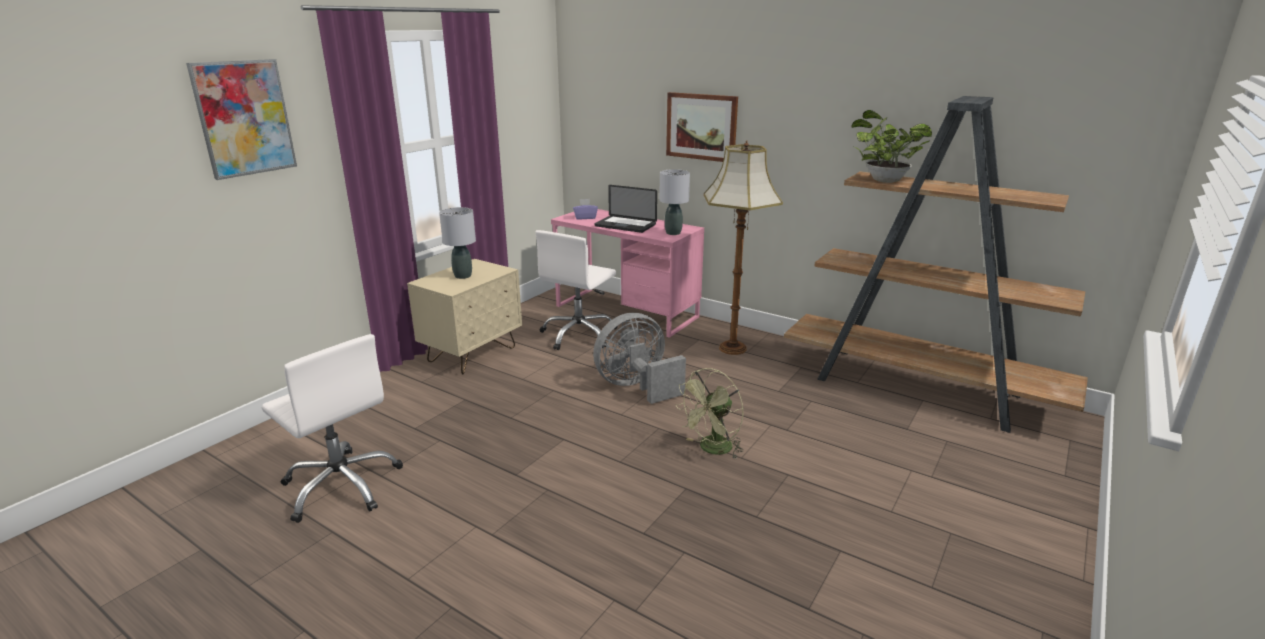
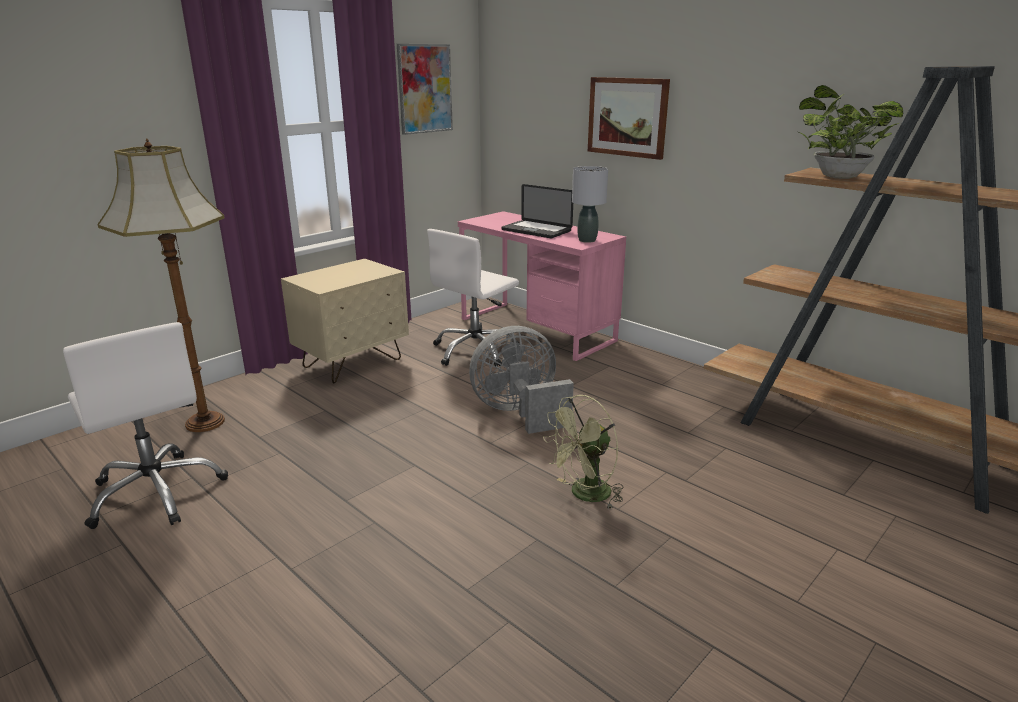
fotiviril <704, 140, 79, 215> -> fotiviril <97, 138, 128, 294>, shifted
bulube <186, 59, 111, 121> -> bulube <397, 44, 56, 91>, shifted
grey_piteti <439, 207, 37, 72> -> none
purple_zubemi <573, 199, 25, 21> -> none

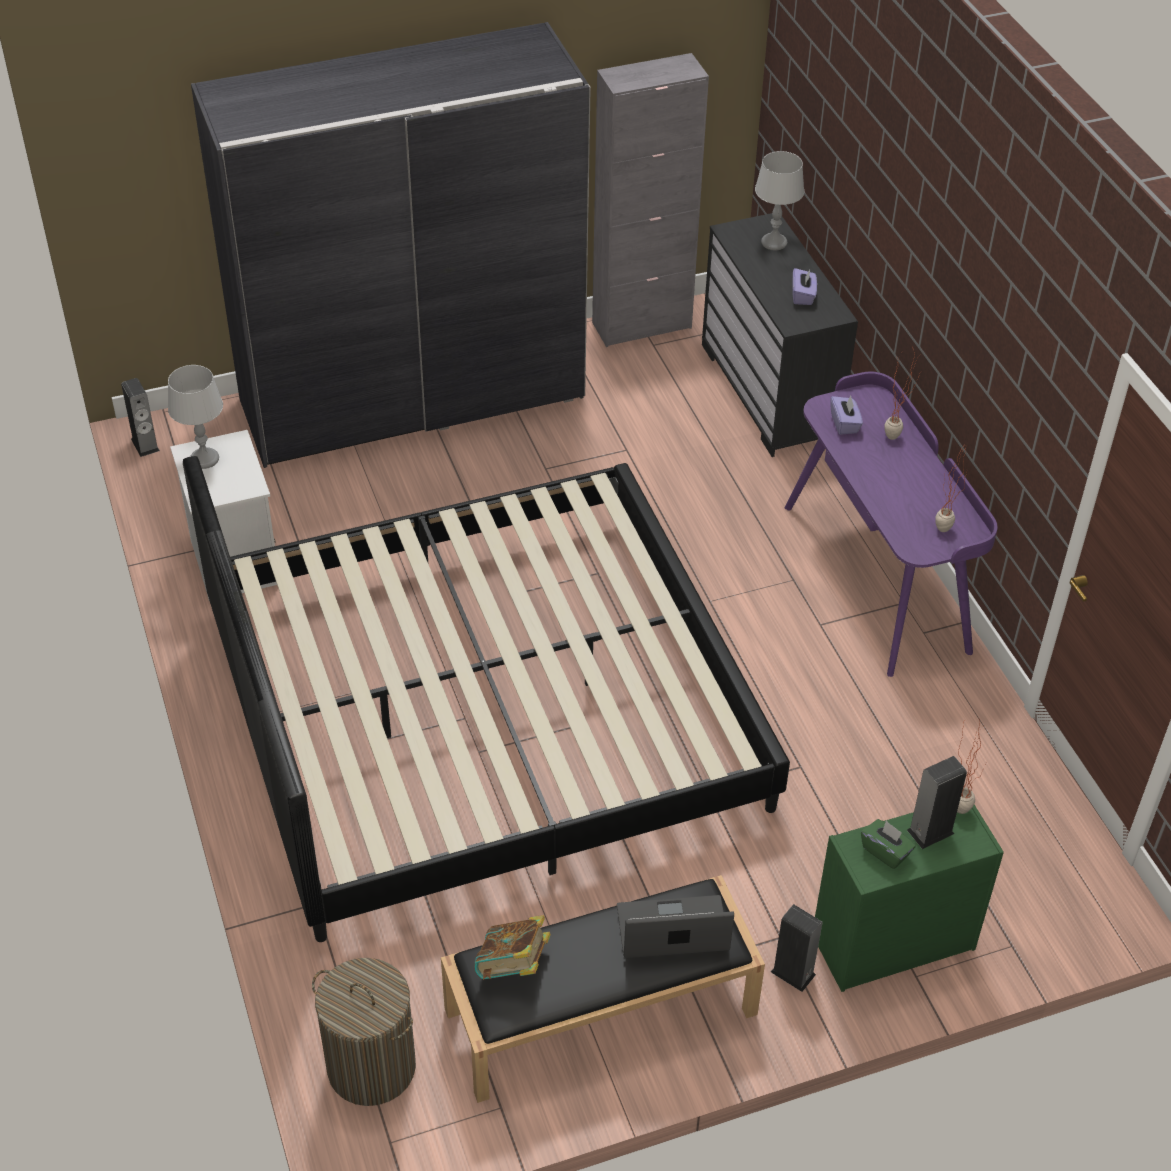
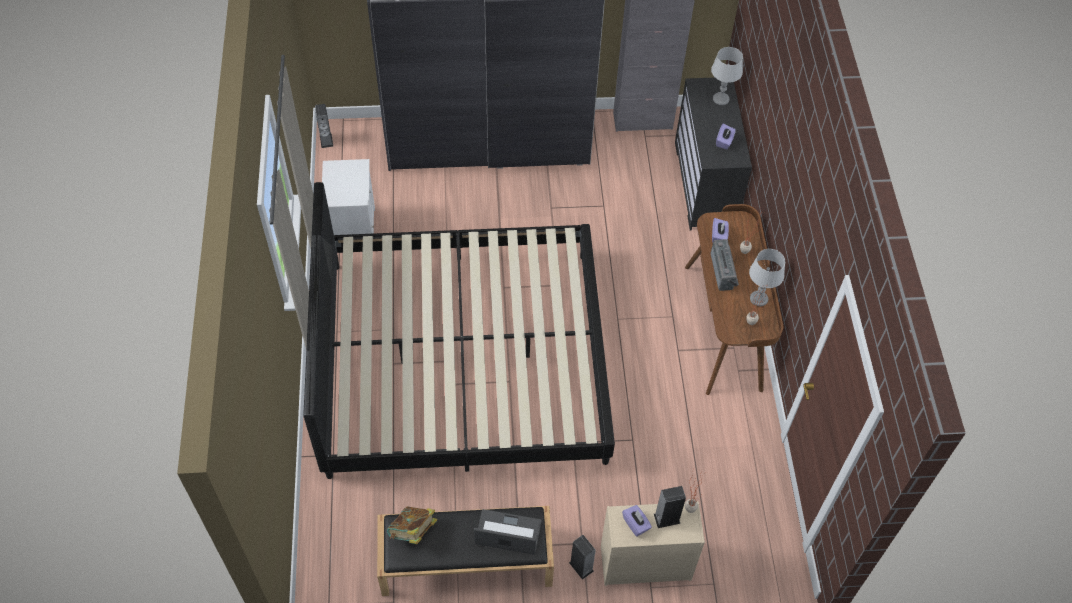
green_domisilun <815, 805, 189, 187> -> beige_domisilun <601, 501, 104, 85>
green_zubemi <861, 819, 55, 50> -> purple_zubemi <622, 505, 30, 32>
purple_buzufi <785, 372, 213, 305> -> brown_buzufi <685, 204, 98, 191>
none -> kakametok <710, 239, 29, 52>
grey_piteti <168, 365, 55, 104> -> grey_piteti <749, 249, 36, 57>, shifted
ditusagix <312, 958, 104, 148> -> none

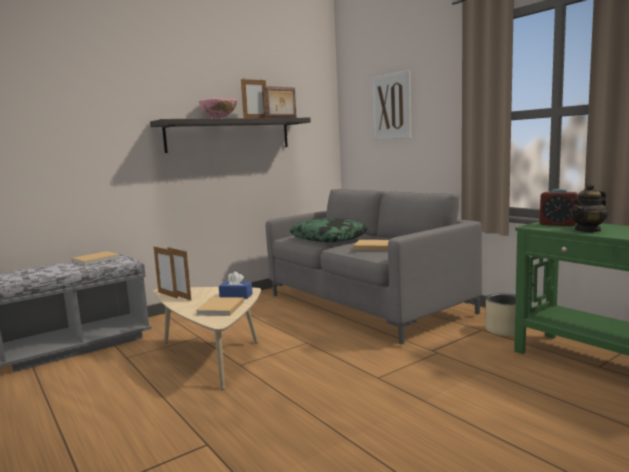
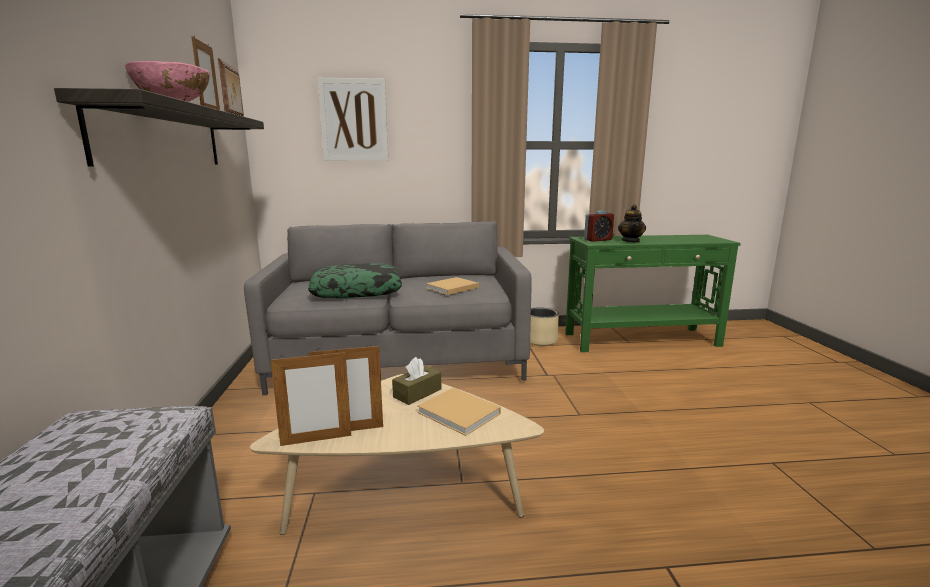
blue_zubemi <219, 271, 34, 28> -> brown_zubemi <392, 357, 49, 48>
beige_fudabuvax <72, 251, 48, 15> -> none

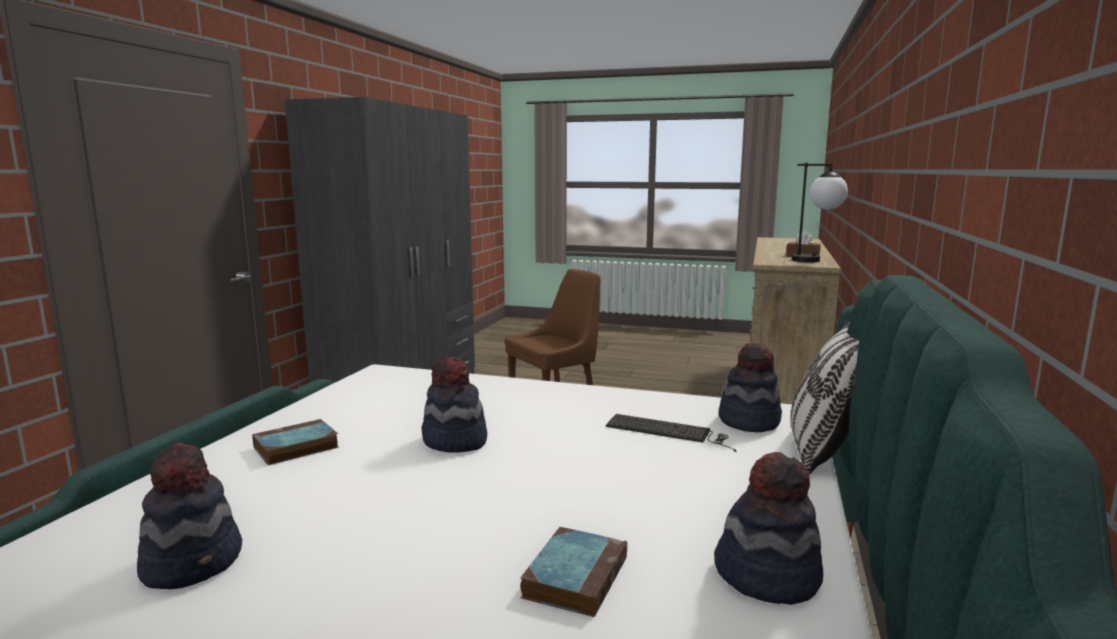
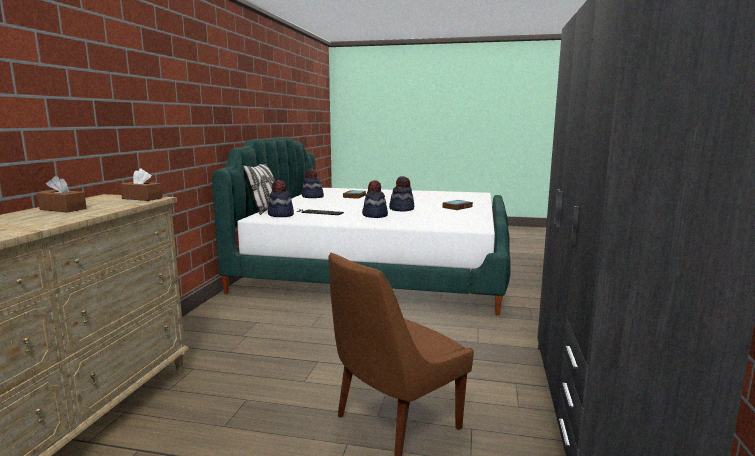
none -> brown_zubemi <120, 168, 42, 33>
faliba <137, 442, 105, 147> -> faliba <362, 180, 26, 38>, shifted
piteti <792, 163, 56, 99> -> none

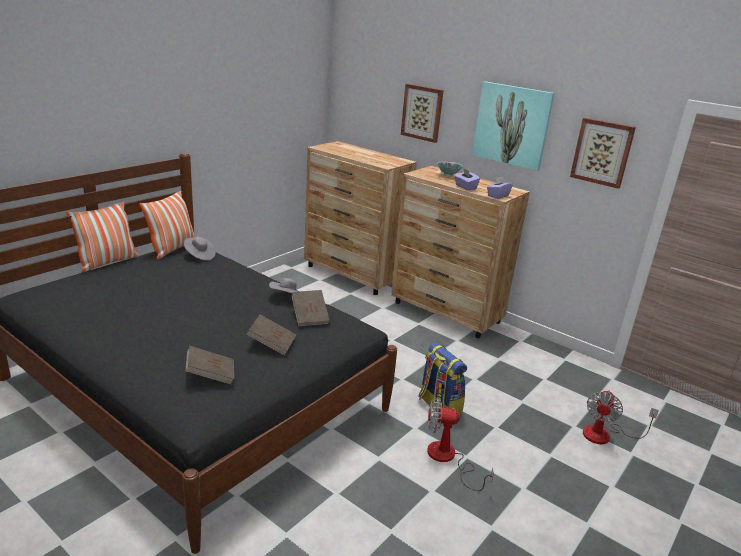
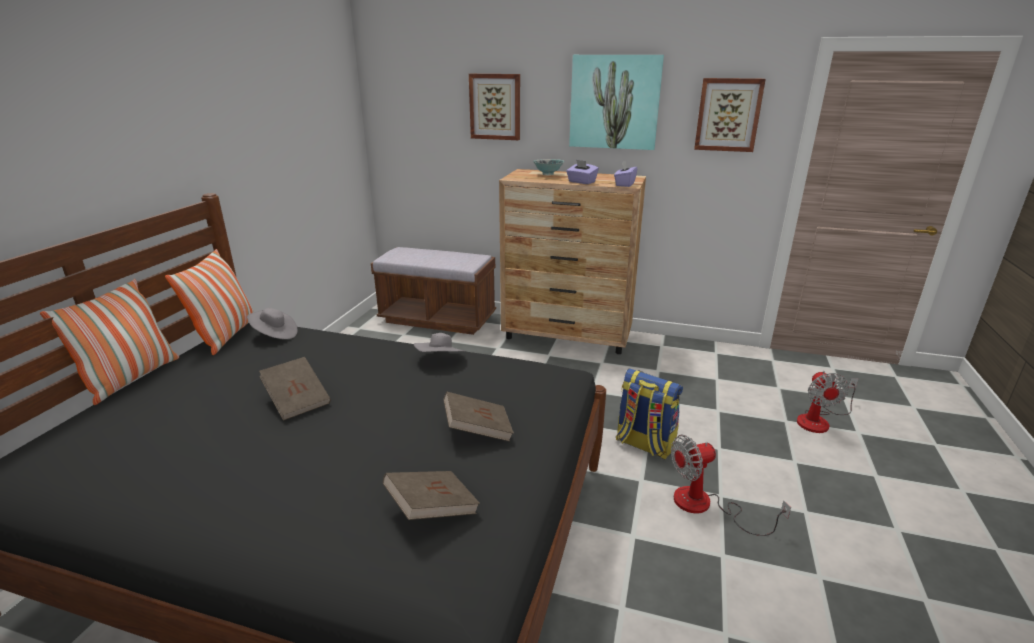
brown_fudabuvax <292, 290, 38, 37> -> brown_fudabuvax <259, 357, 72, 64>, shifted
brown_domisilun <304, 141, 113, 154> -> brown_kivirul <371, 247, 125, 88>

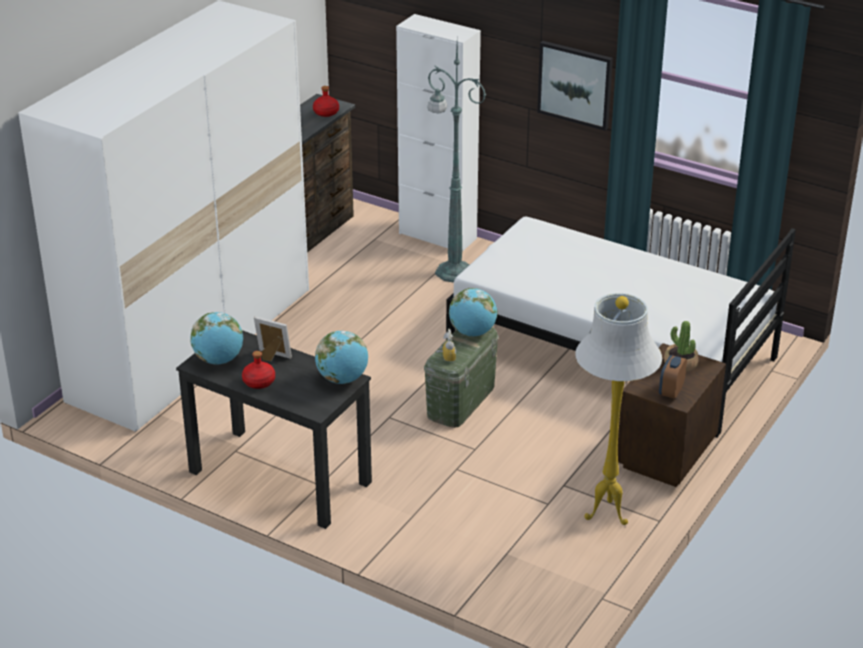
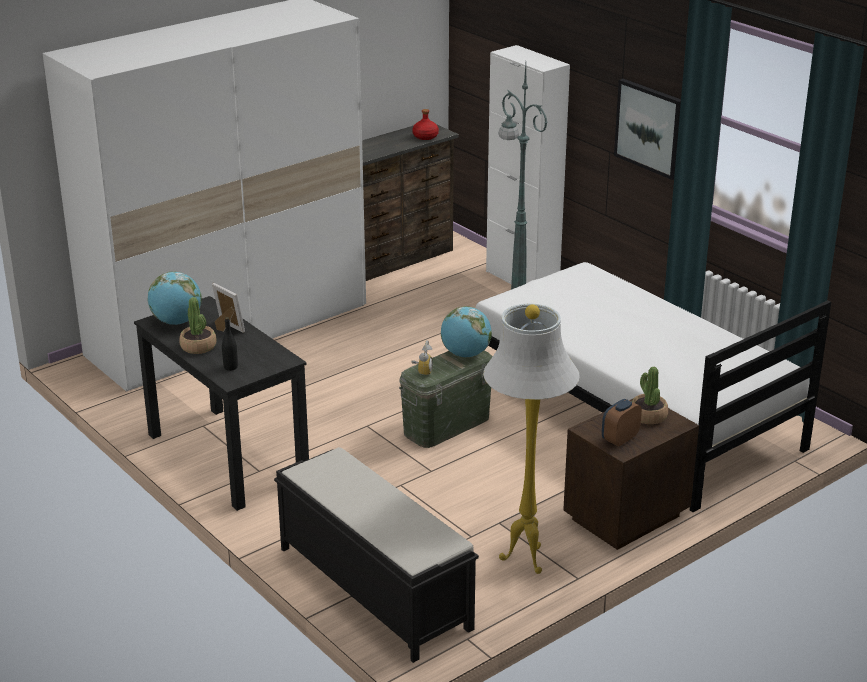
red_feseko <242, 351, 33, 38> -> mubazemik <179, 297, 37, 57>
none -> black_feseko <222, 317, 16, 54>
none -> black_kivirul <274, 447, 205, 216>
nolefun <315, 331, 53, 53> -> none

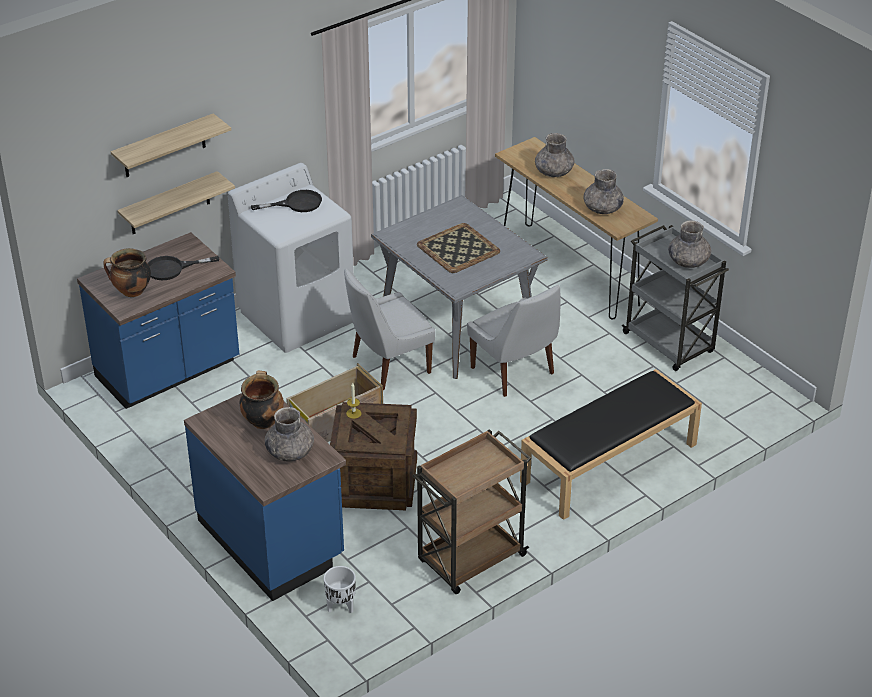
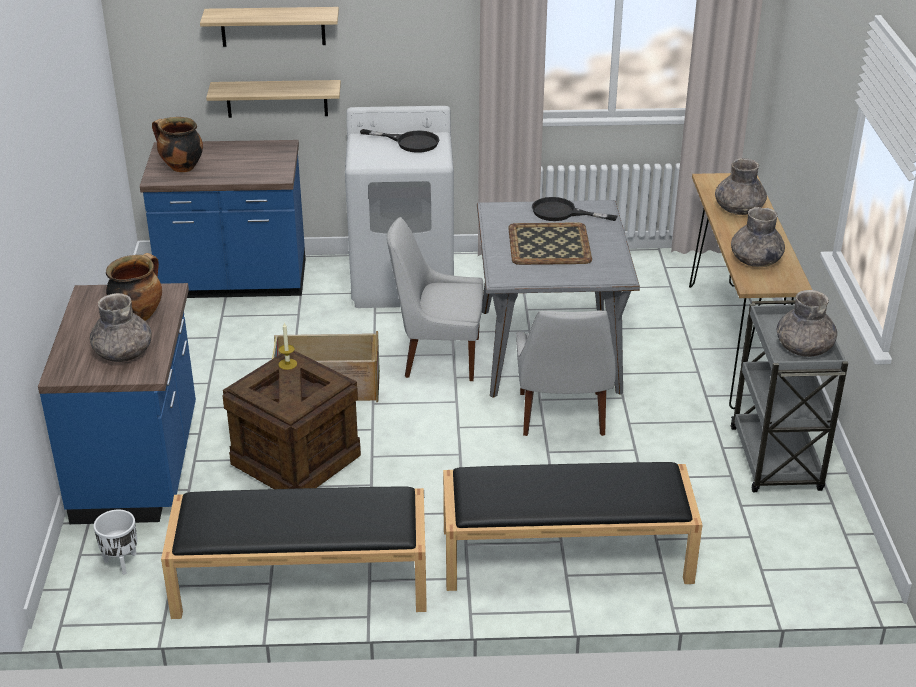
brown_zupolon <412, 429, 119, 165> -> black_kivirul <161, 487, 266, 132>
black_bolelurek <148, 256, 71, 24> -> black_bolelurek <532, 197, 85, 24>, shifted

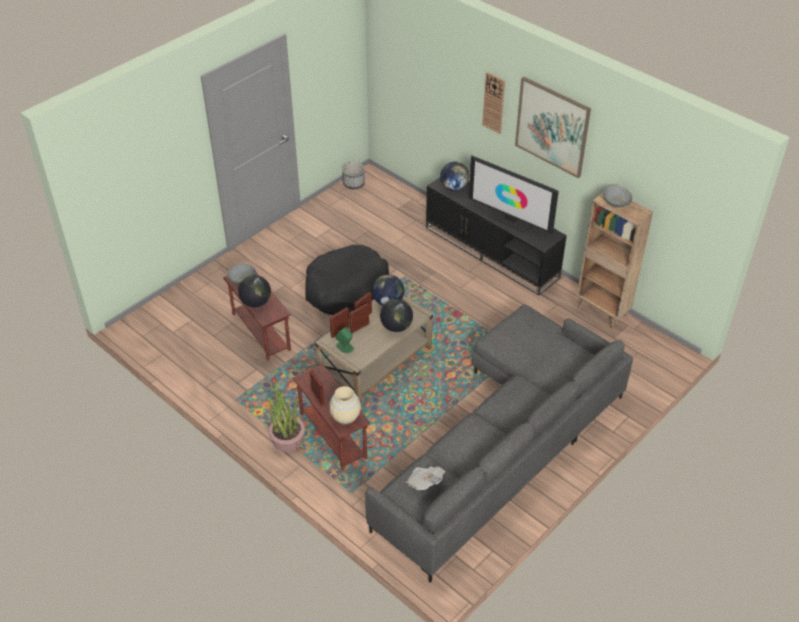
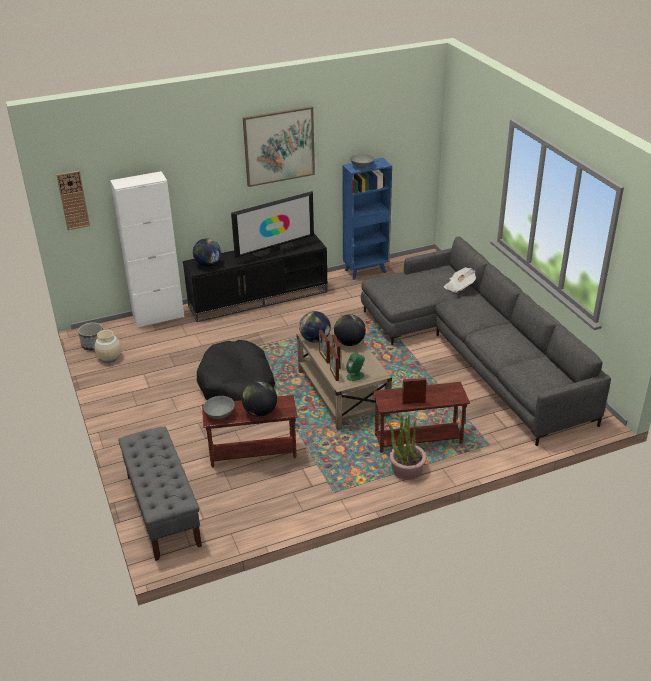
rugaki <482, 72, 23, 62> -> rugaki <56, 171, 34, 59>, shifted
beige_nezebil <329, 386, 32, 39> -> beige_nezebil <94, 330, 27, 33>, shifted
none -> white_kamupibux <110, 171, 74, 157>
none -> grey_kivirul <118, 426, 84, 135>
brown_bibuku <577, 193, 76, 135> -> blue_bibuku <342, 158, 50, 122>
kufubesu <405, 466, 40, 24> -> kufubesu <444, 267, 32, 26>, shifted

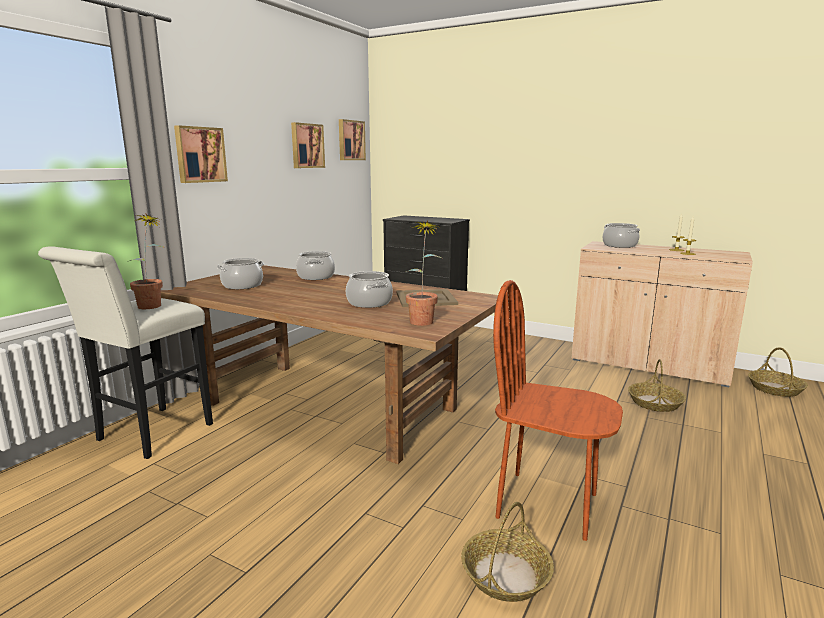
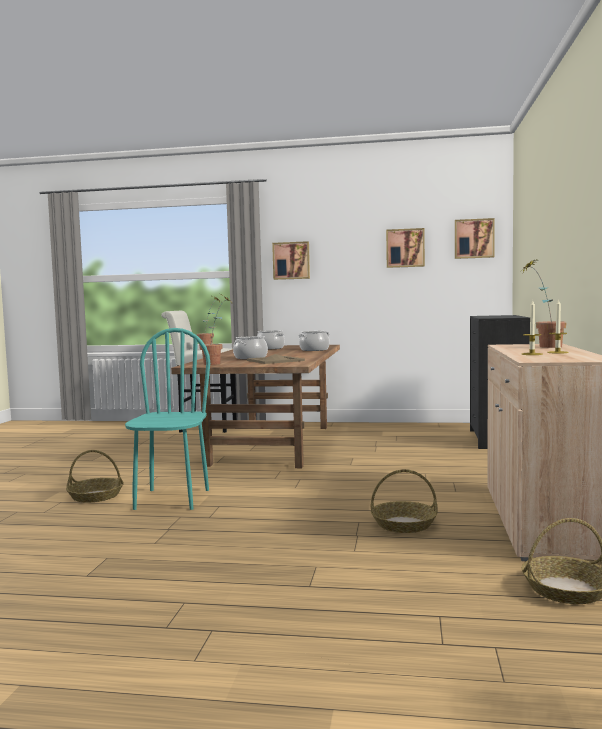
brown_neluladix <493, 280, 130, 261> -> turquoise_neluladix <125, 328, 85, 182>
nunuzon <603, 223, 37, 25> -> mubazemik <522, 259, 44, 89>

